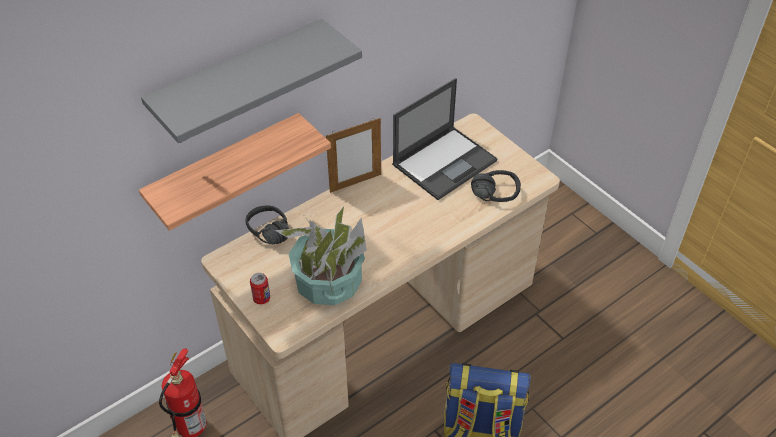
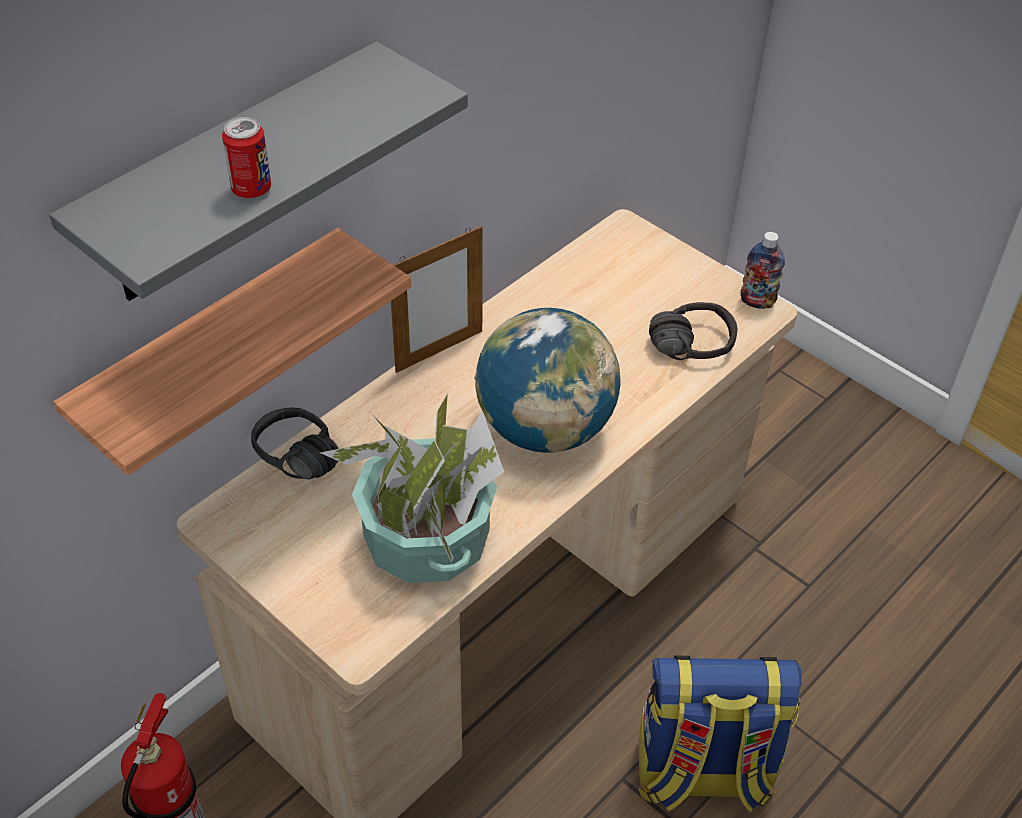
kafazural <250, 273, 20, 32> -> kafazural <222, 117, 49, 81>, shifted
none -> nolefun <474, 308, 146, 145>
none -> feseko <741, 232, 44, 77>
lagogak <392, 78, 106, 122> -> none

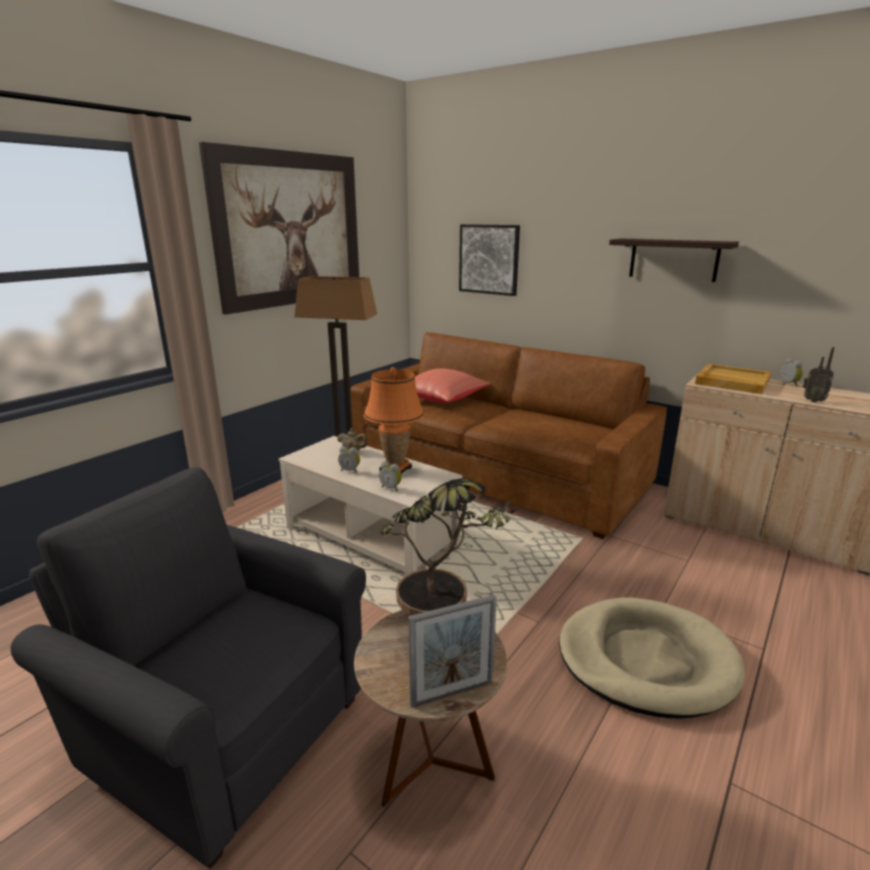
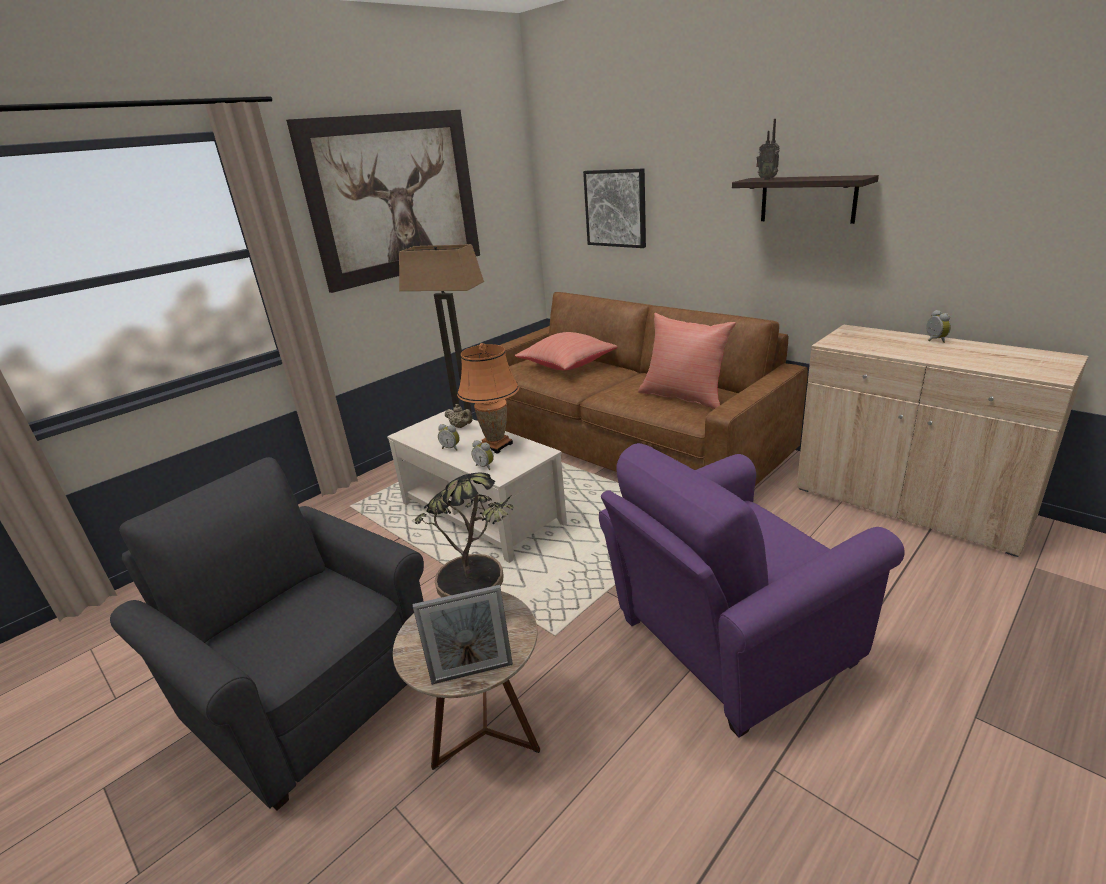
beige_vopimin <559, 597, 186, 121> -> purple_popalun <599, 443, 306, 295>
none -> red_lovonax <638, 313, 98, 96>
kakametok <802, 347, 33, 56> -> kakametok <756, 119, 24, 61>, shifted
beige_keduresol <695, 364, 76, 30> -> none

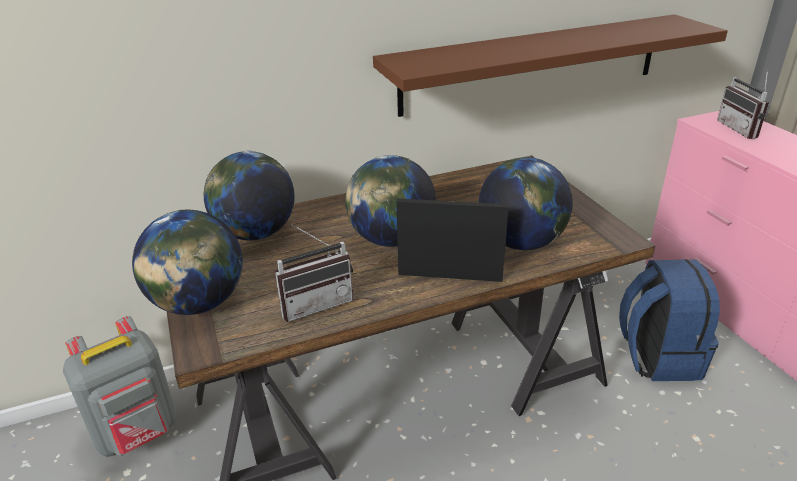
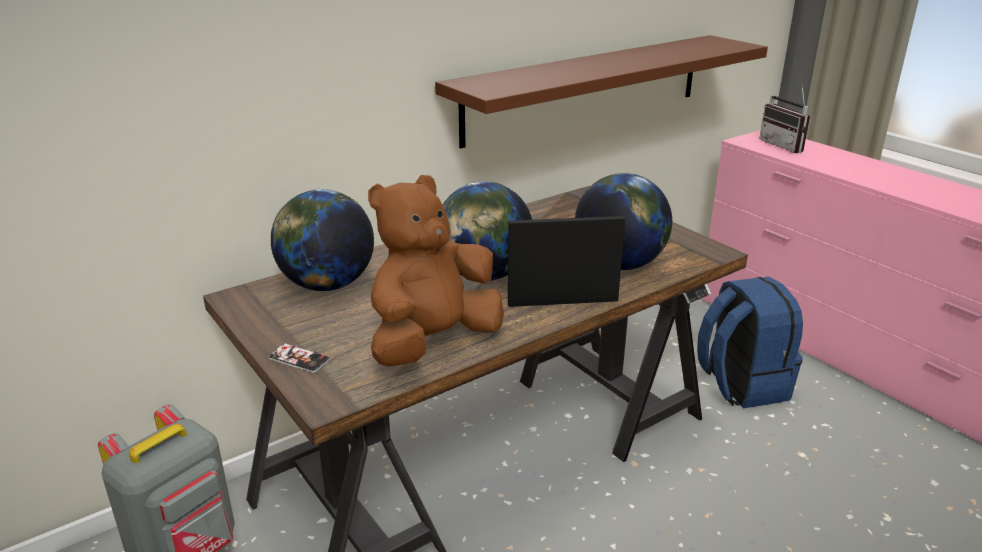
nolefun <132, 209, 111, 106> -> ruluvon <268, 343, 62, 30>
kakametok <275, 224, 78, 98> -> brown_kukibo <368, 175, 136, 192>

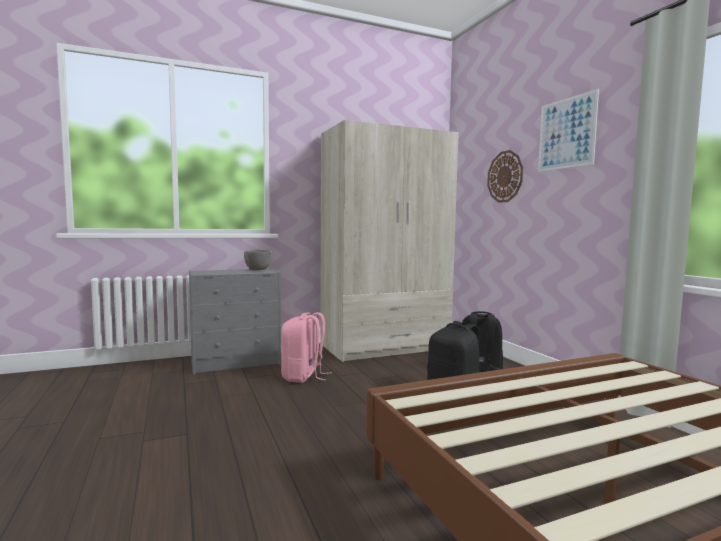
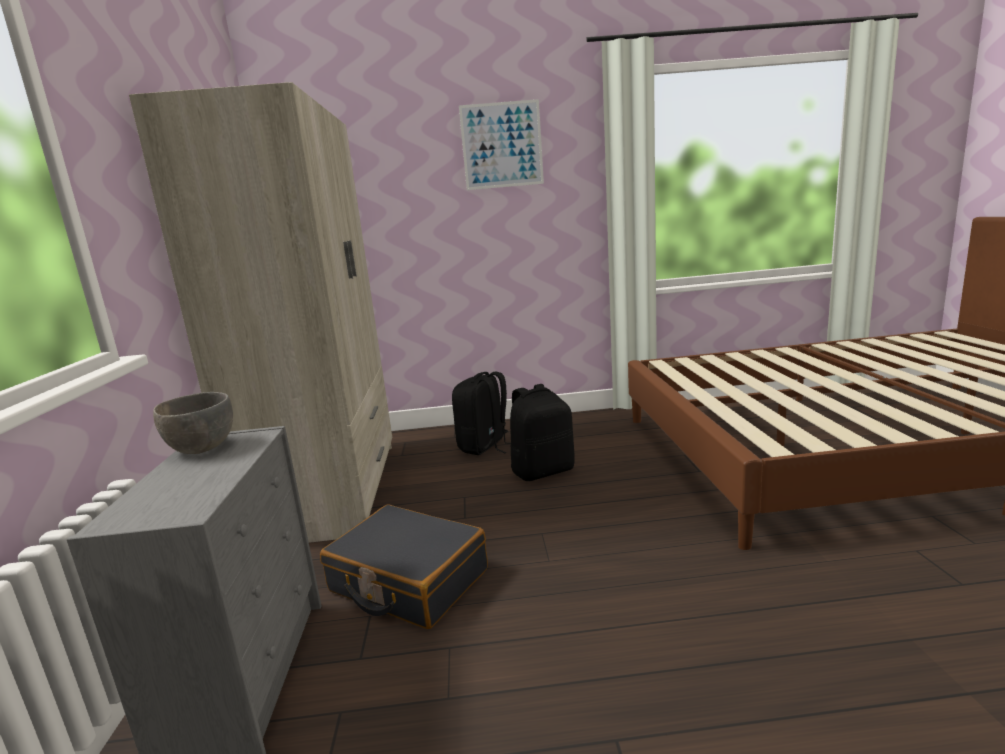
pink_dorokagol <281, 312, 51, 71> -> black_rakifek <320, 505, 168, 124>
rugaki <487, 150, 36, 53> -> none

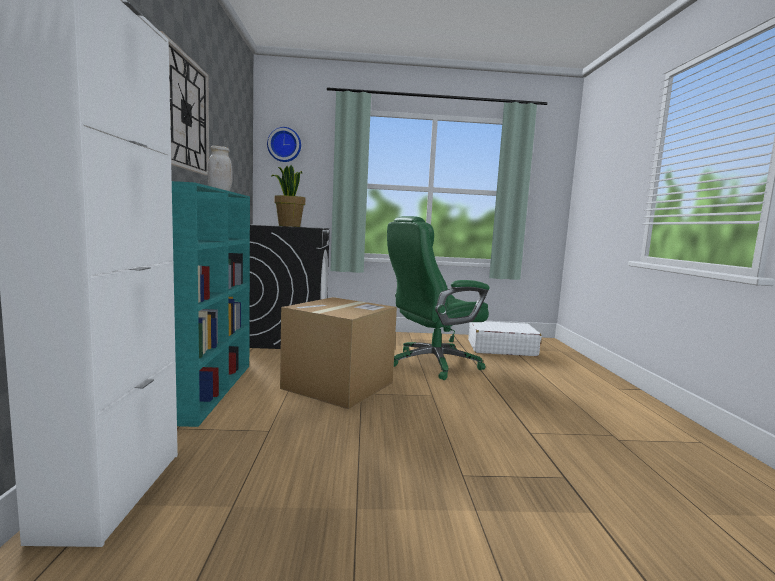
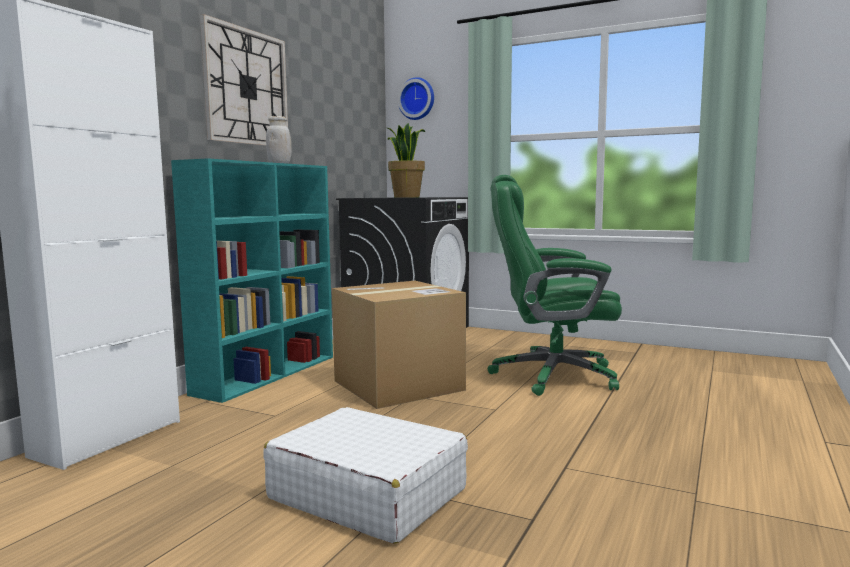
white_rakifek <468, 321, 73, 35> -> white_rakifek <263, 407, 205, 137>, shifted

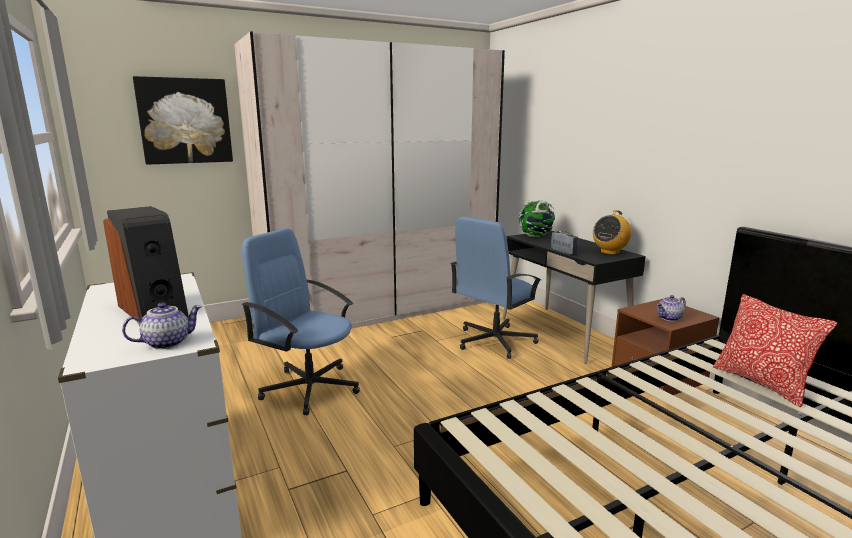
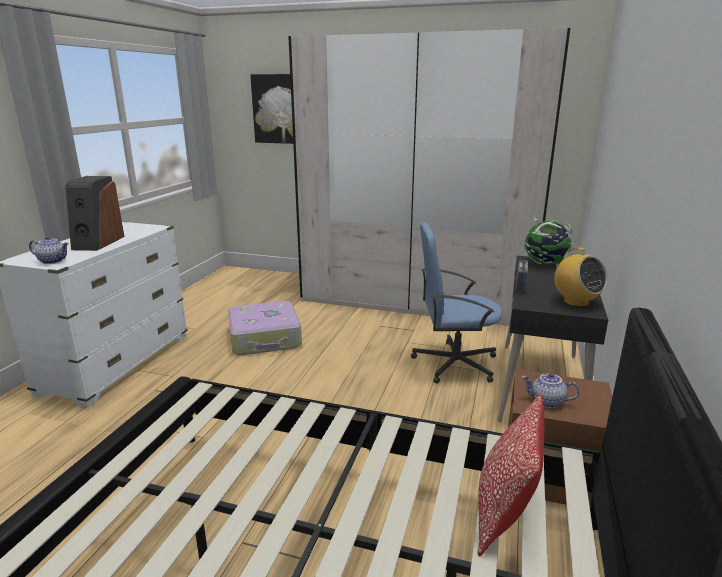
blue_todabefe <242, 228, 118, 187> -> rakifek <228, 301, 74, 54>
kakametok <593, 210, 39, 45> -> kakametok <553, 248, 55, 59>, 120 degrees counterclockwise

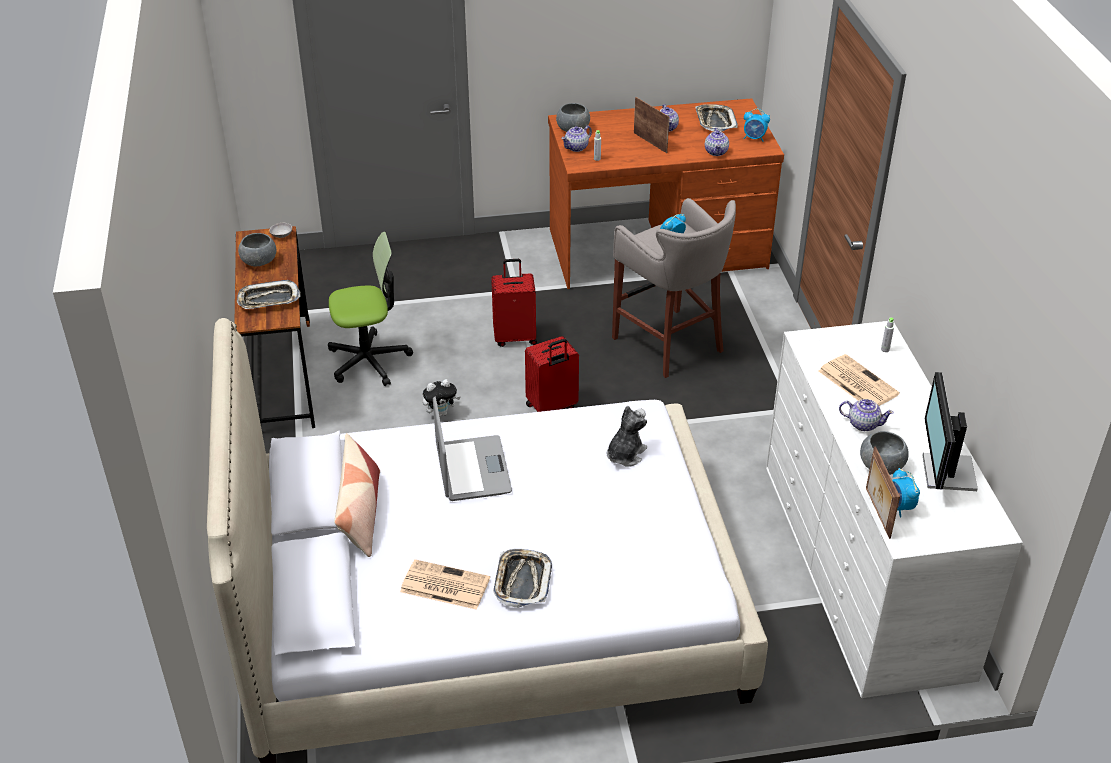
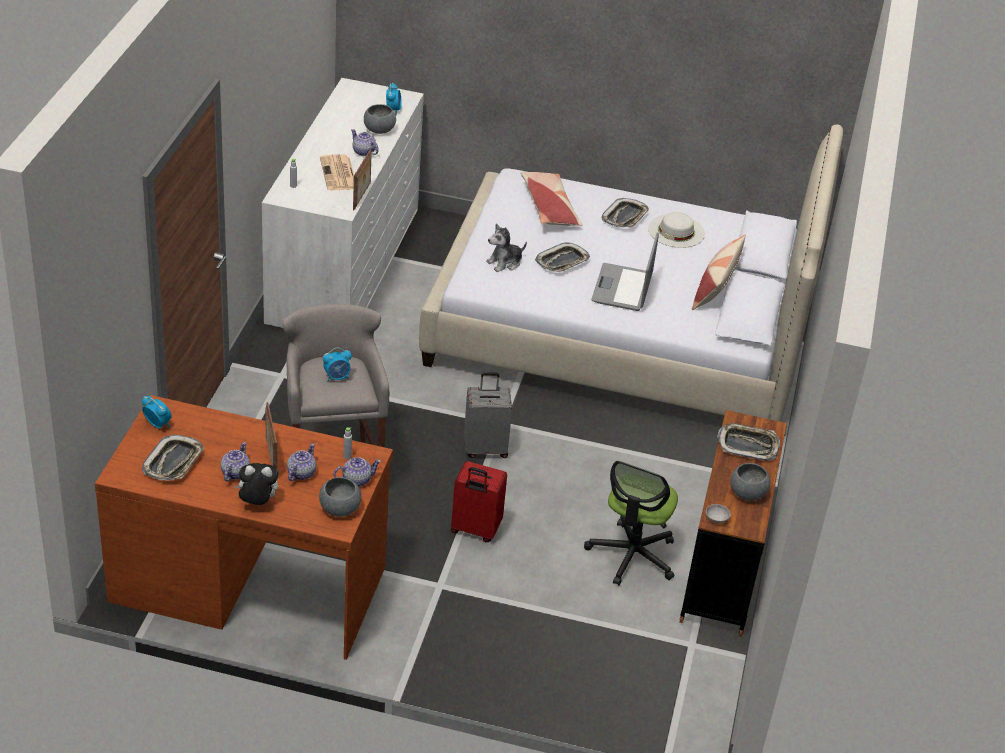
kukibo <423, 379, 38, 38> -> kukibo <234, 463, 44, 42>, shifted
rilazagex <705, 127, 24, 29> -> rilazagex <287, 444, 29, 37>, shifted
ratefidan <866, 446, 34, 93> -> ratefidan <353, 149, 18, 61>, shifted
red_rakifek <525, 336, 54, 76> -> grey_rakifek <464, 372, 48, 86>
none -> lovonax <521, 172, 62, 54>
none -> keduresol <535, 242, 55, 30>
todabefe <328, 232, 85, 154> -> todabefe <584, 461, 94, 125>, 75 degrees counterclockwise
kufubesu <400, 559, 90, 51> -> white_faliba <648, 212, 57, 36>
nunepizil <922, 372, 56, 119> -> none

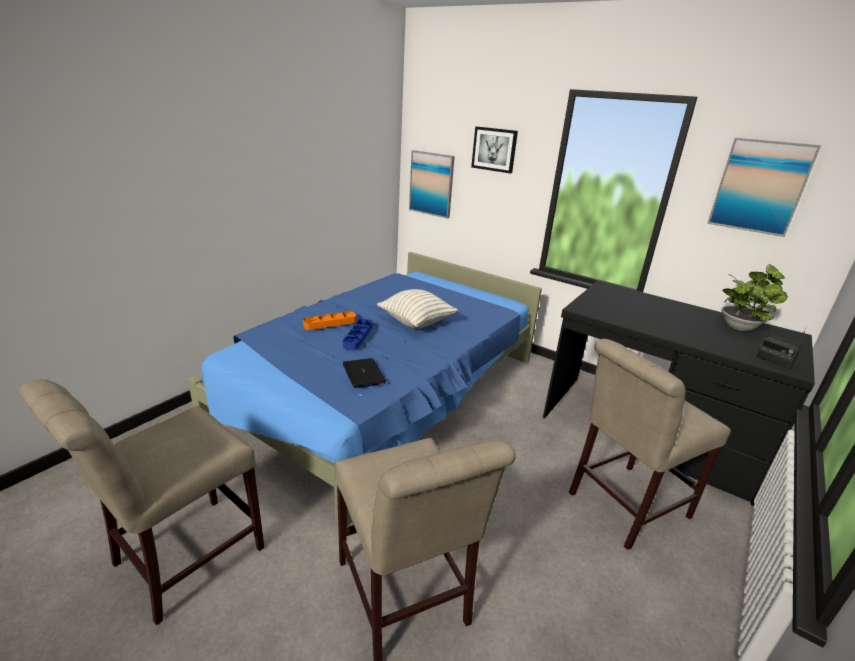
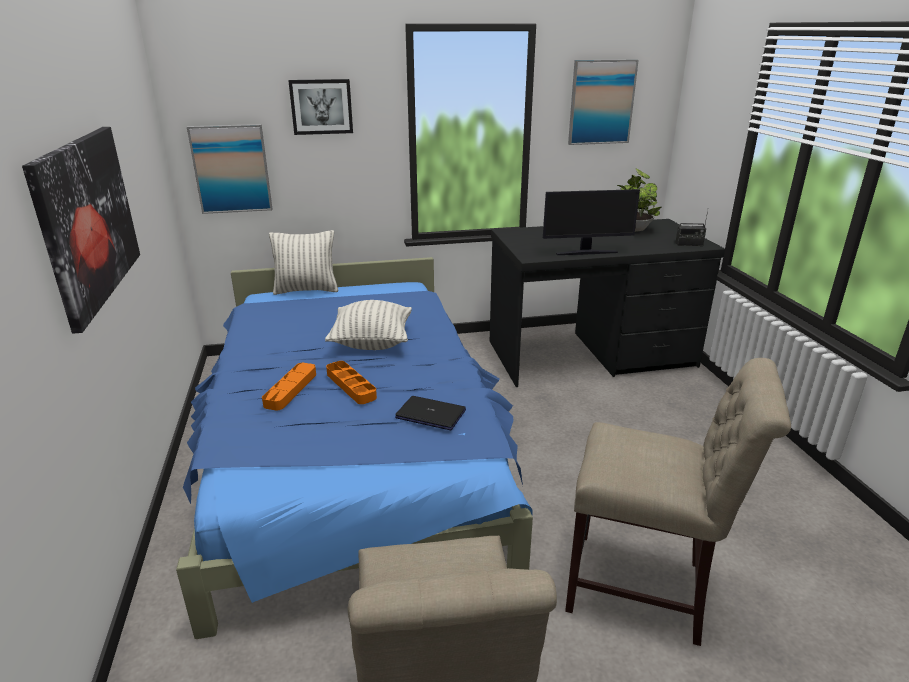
none -> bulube <22, 127, 118, 207>
none -> lovonax <269, 230, 69, 65>
blue_keduresol <343, 319, 30, 31> -> orange_keduresol <326, 361, 51, 43>
none -> nunepizil <543, 189, 97, 66>
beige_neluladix <569, 339, 162, 211> -> none

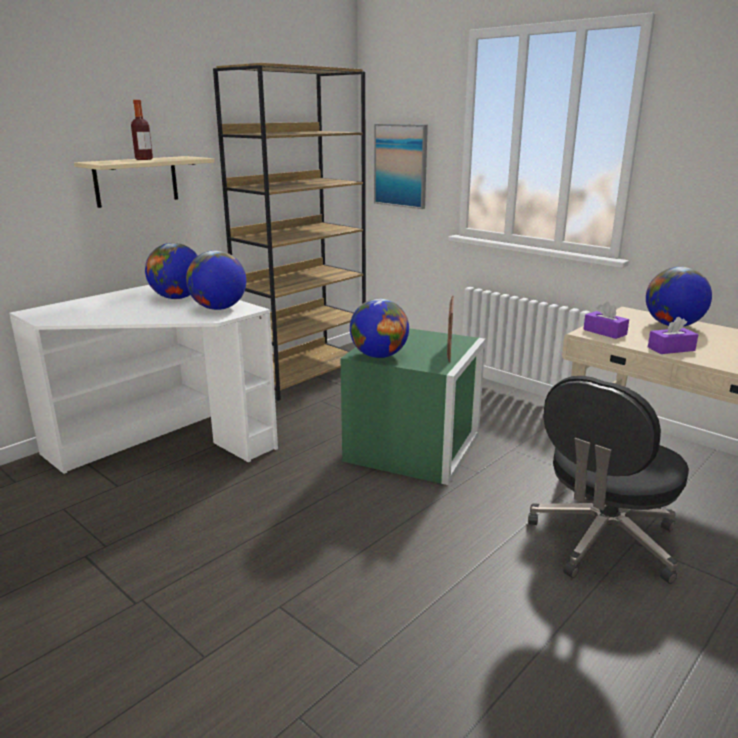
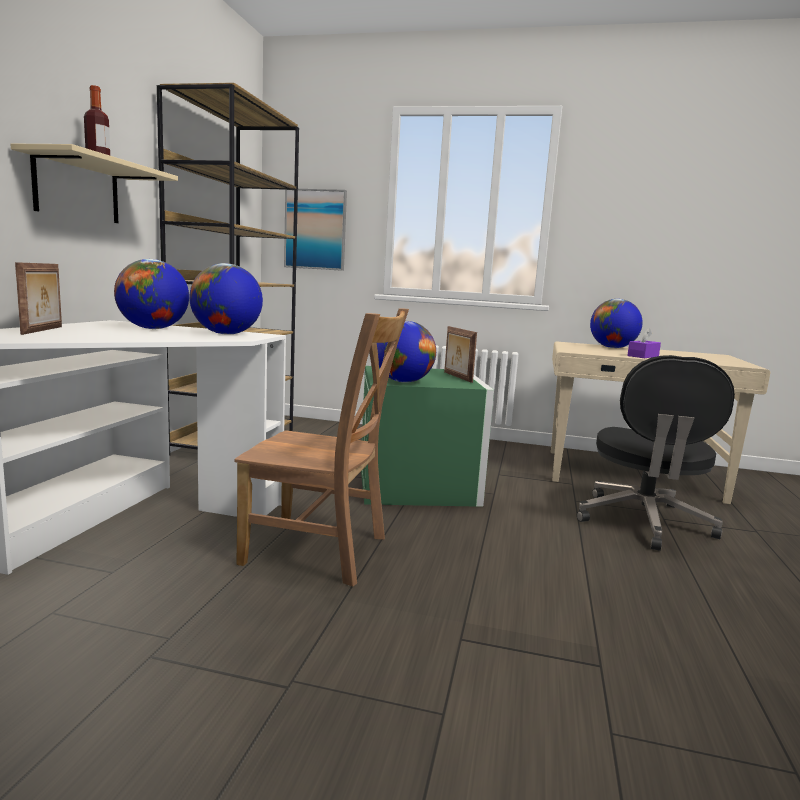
none -> ratefidan <15, 262, 47, 73>
none -> brown_neluladix <234, 308, 175, 279>
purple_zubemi <583, 302, 46, 37> -> none

